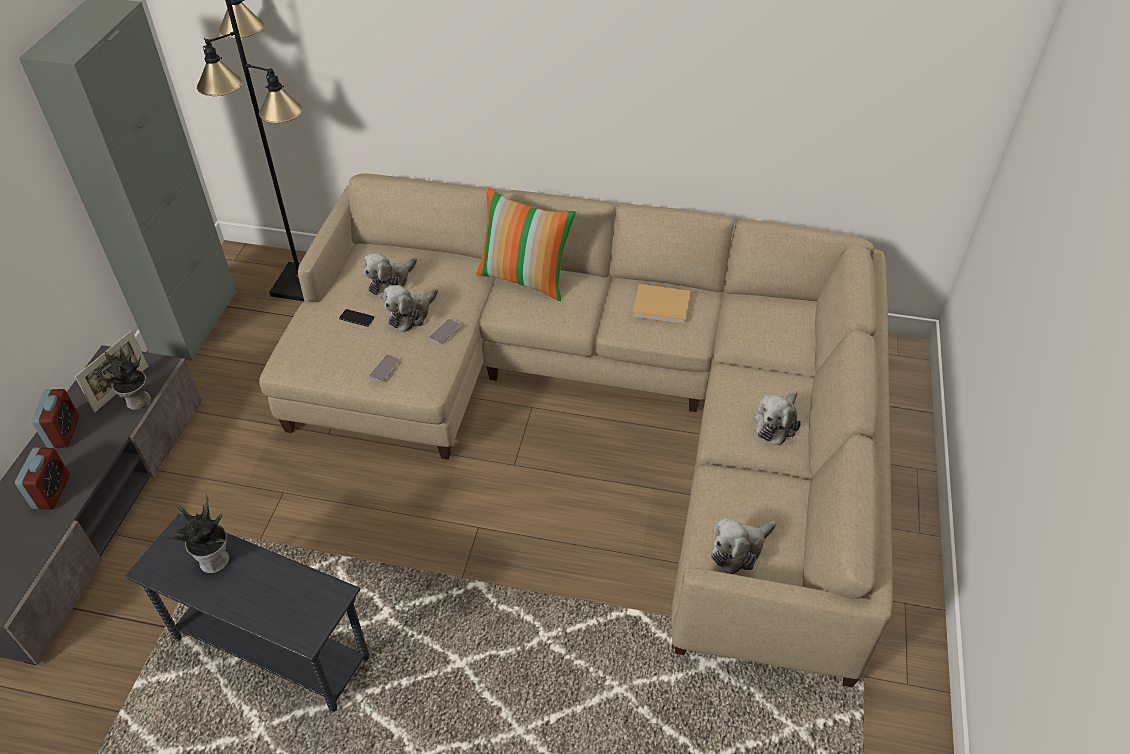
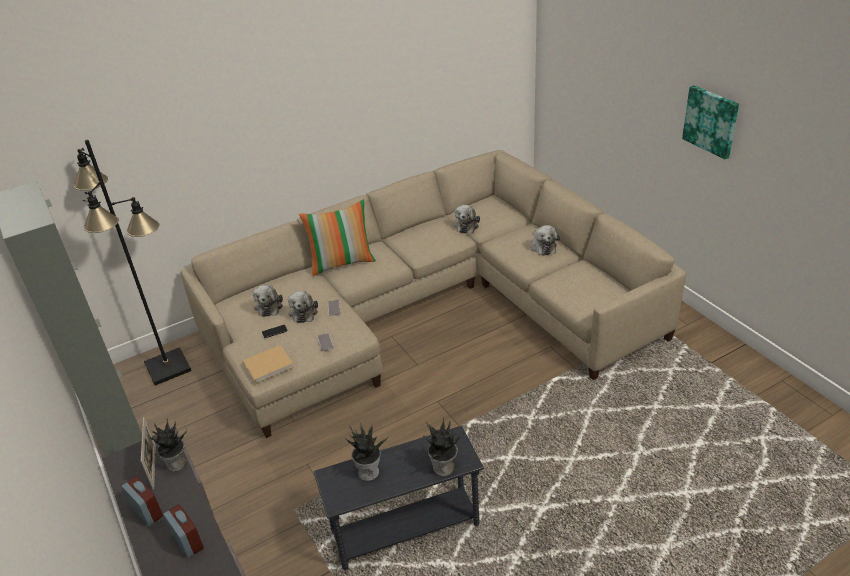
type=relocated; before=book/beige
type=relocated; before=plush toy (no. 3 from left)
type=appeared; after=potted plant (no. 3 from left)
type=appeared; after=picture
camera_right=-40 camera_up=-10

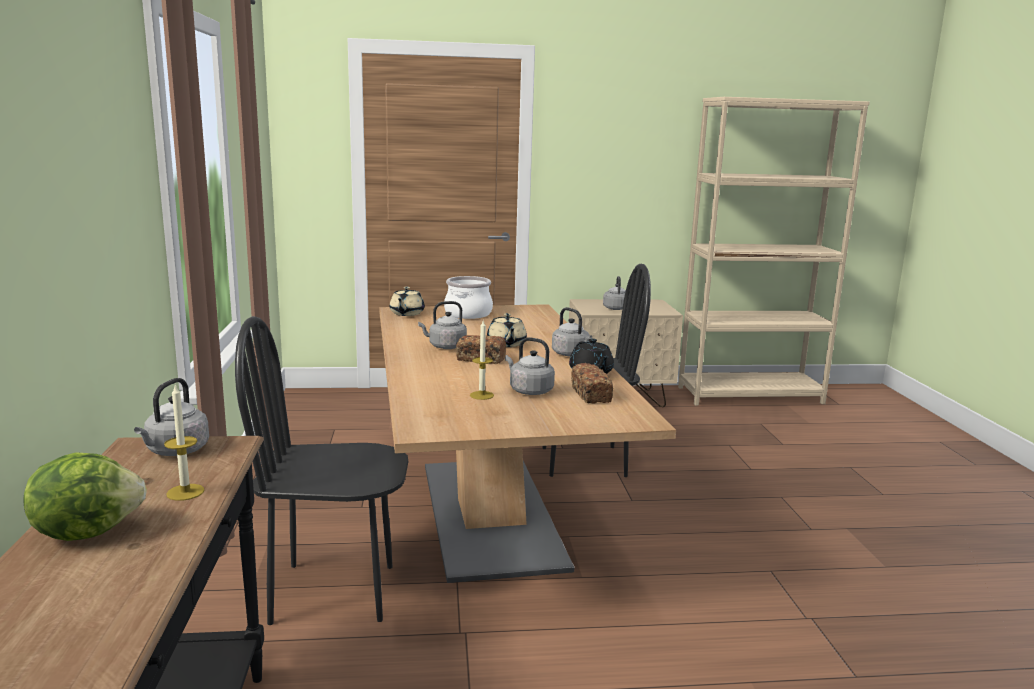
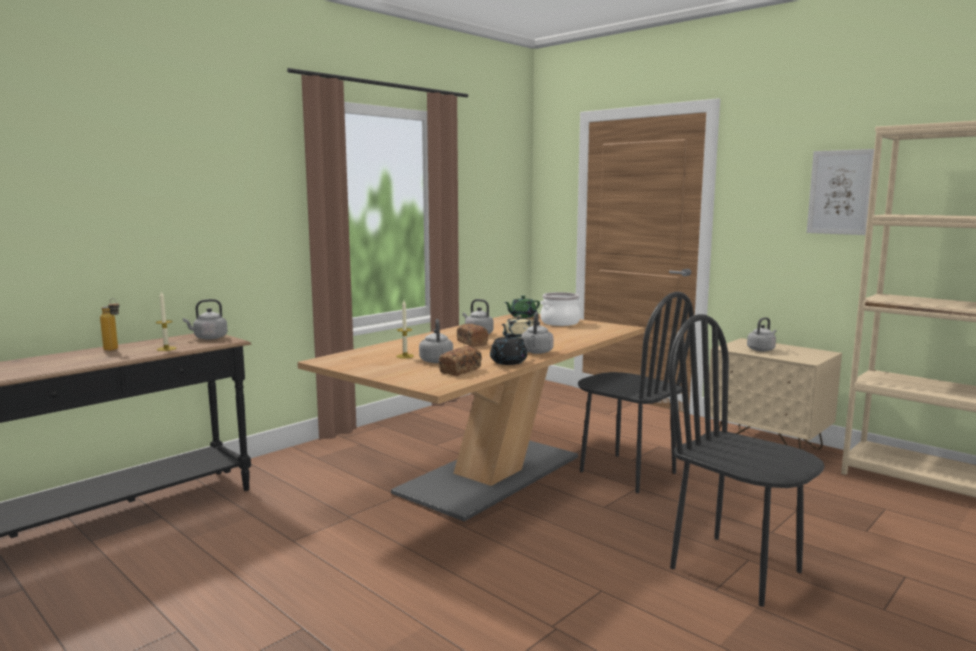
type=exchanged; before=lettuce; after=bottle
type=relocated; before=chair/black (no. 1 from left in the first image); after=chair/black (no. 2 from left)
type=colour; before=teapot/beige (no. 1 from left); after=teapot/green
type=appeared; after=picture
camera_right=50 camera_up=-5

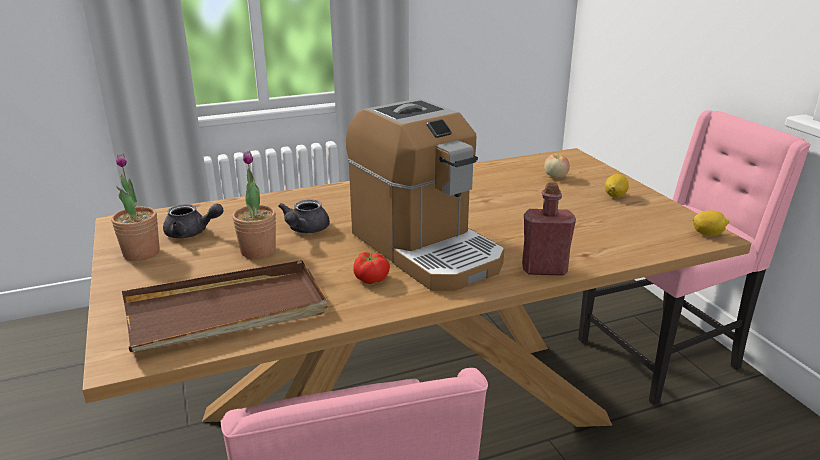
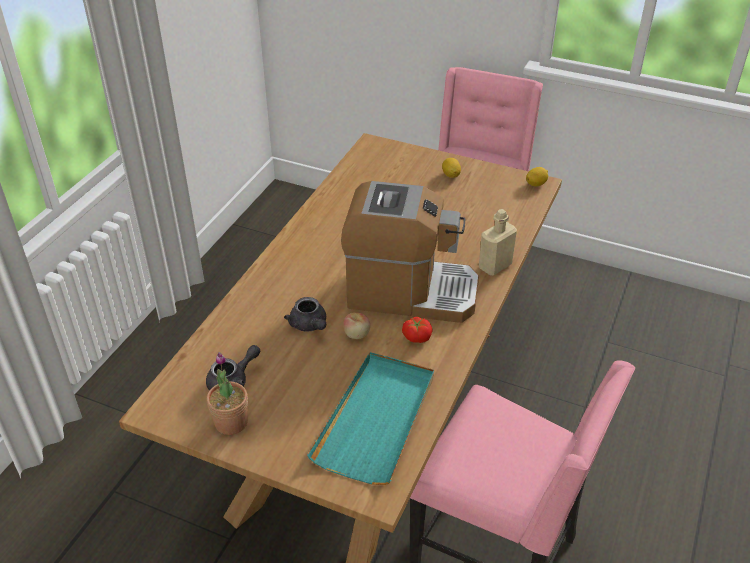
type=colour; before=tray/brown; after=tray/turquoise
type=missing; before=potted plant (no. 2 from left)
type=colour; before=bottle/red; after=bottle/beige
type=relocated; before=apple
camera_right=-45 camera_up=15

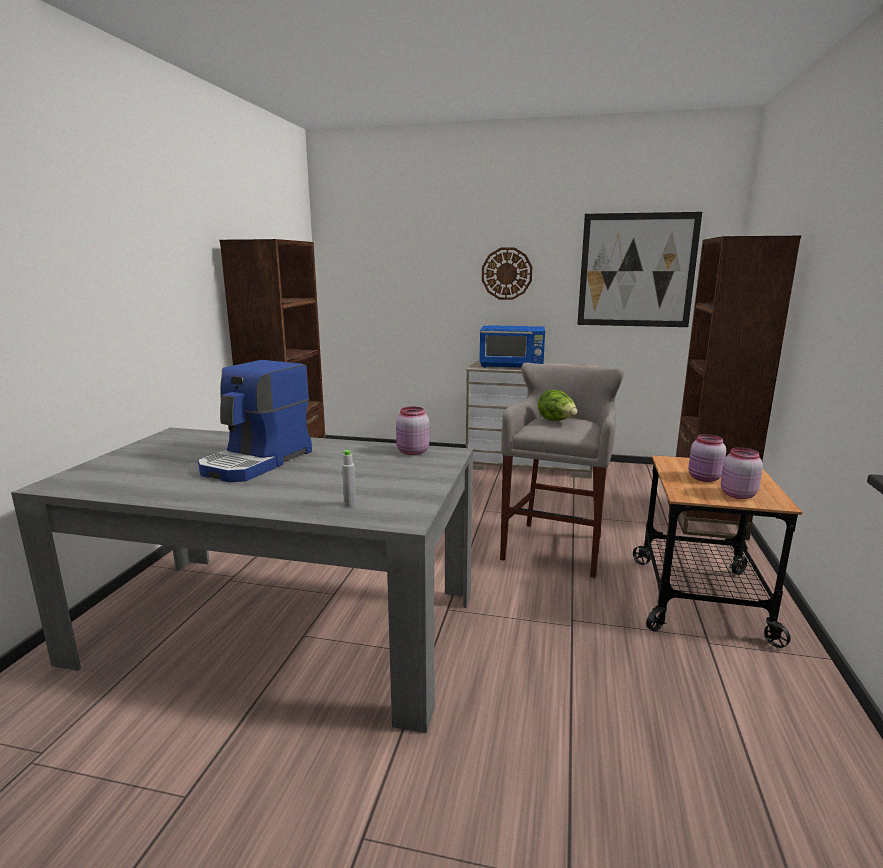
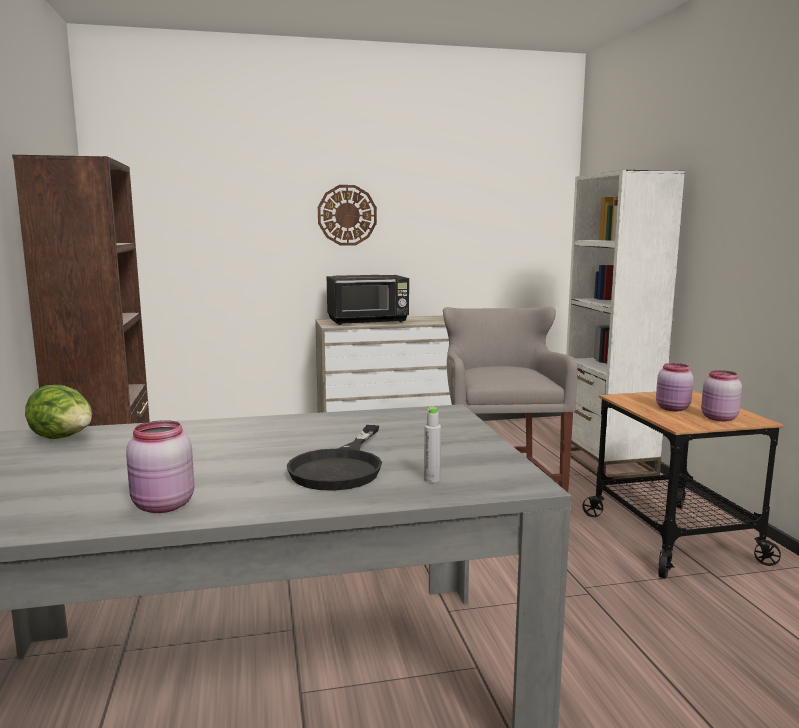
type=missing; before=coffee machine
type=relocated; before=jar/pink (no. 1 from left)
type=colour; before=microwave/blue; after=microwave/black
type=relocated; before=lettuce
type=missing; before=picture
type=colour; before=bookcase/brown (no. 2 from left); after=bookcase/white
type=appeared; after=frying pan/black
camera_right=-25 camera_up=-5

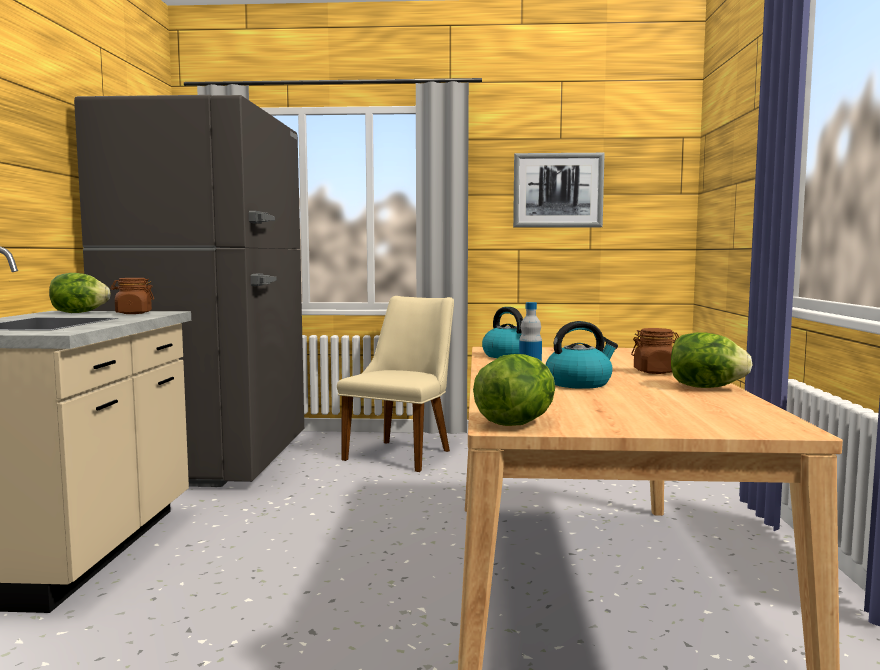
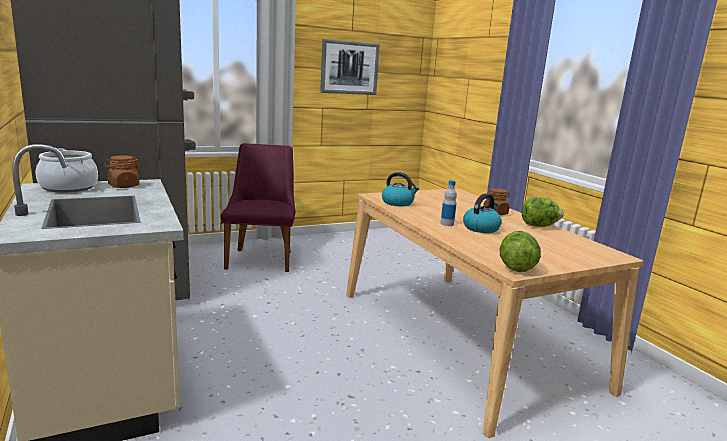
type=exchanged; before=lettuce (no. 1 from left); after=cooking pot
type=colour; before=chair/beige; after=chair/purple
camera_right=-30 camera_up=10

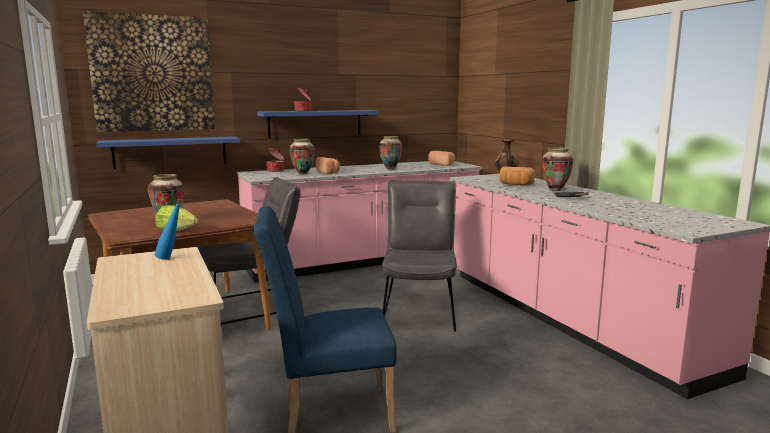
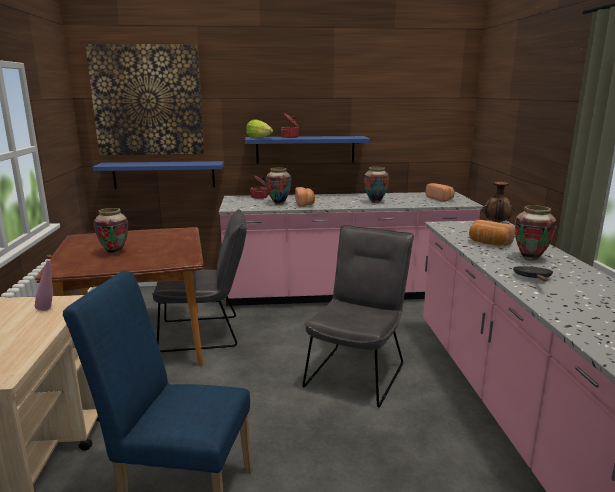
type=colour; before=bottle/blue; after=bottle/pink
type=relocated; before=lettuce
camera_right=20 camera_up=5

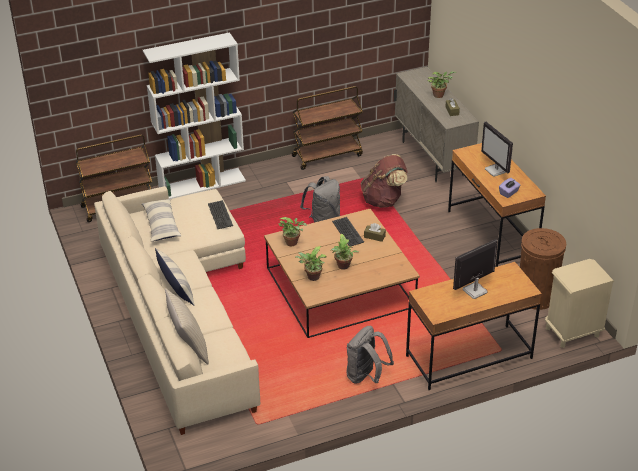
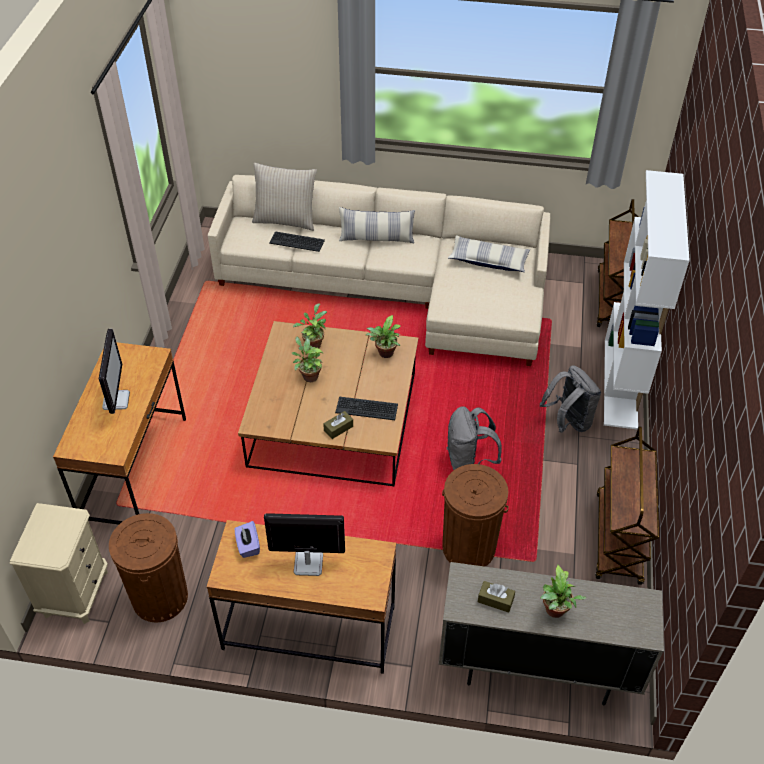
type=relocated; before=keyboard (no. 1 from left)
type=relocated; before=backpack/grey (no. 2 from left)
type=exchanged; before=backpack/brown; after=trash can/brown (no. 2 from left)
camera_right=120 camera_up=10

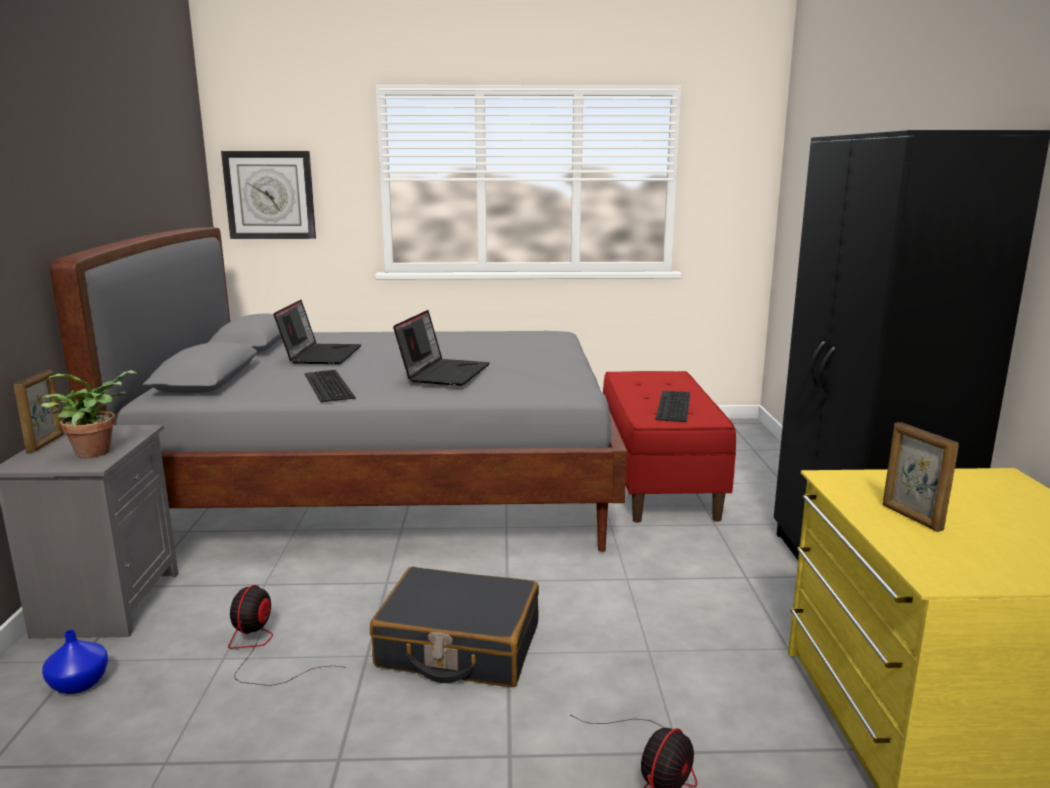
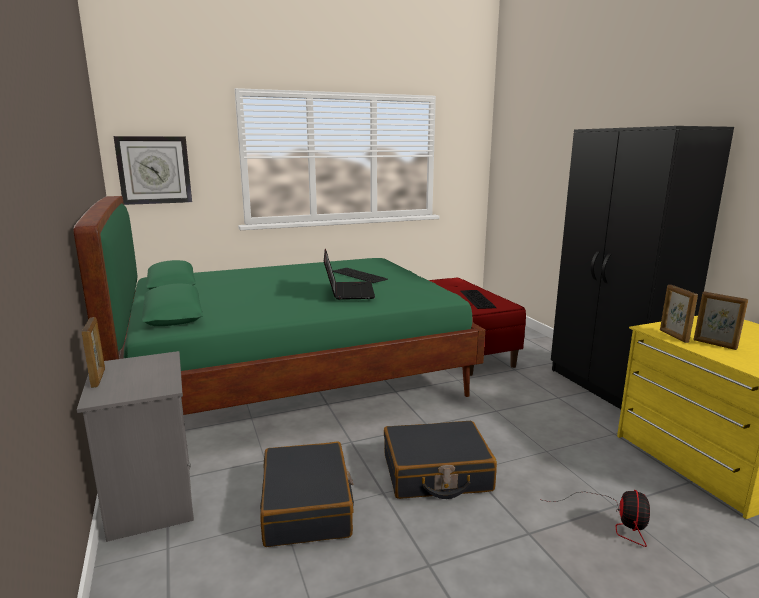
type=missing; before=potted plant
type=missing; before=vase/blue
type=colour; before=bed/grey; after=bed/green
type=exchanged; before=fan (no. 1 from left); after=suitcase/black (no. 1 from left)
type=missing; before=laptop (no. 1 from left)
type=relocated; before=keyboard (no. 1 from left)
type=appeared; after=picture frame (no. 2 from left)
camera_right=-20 camera_up=0

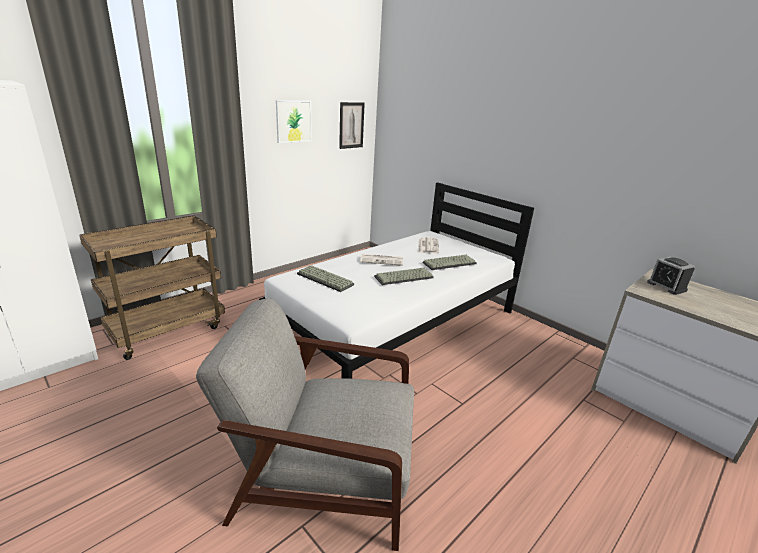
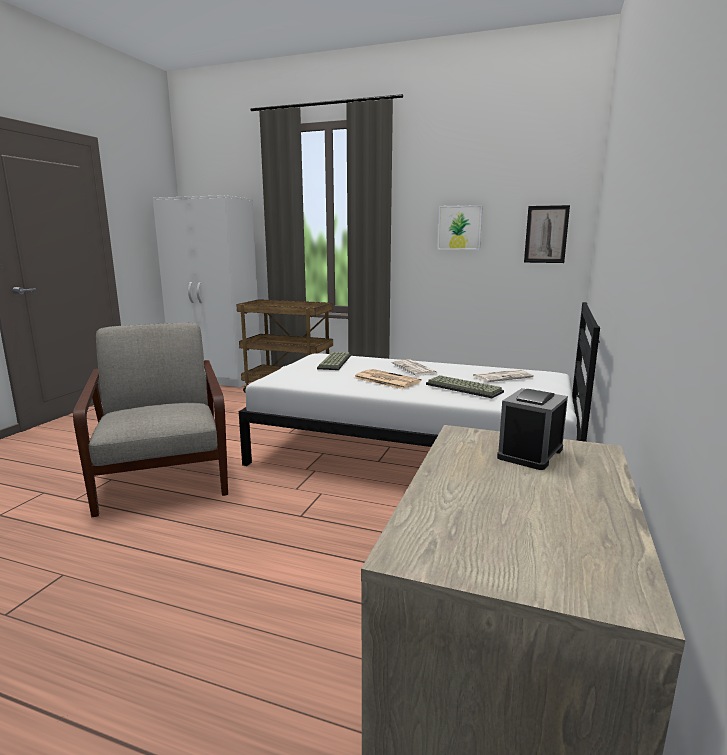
type=exchanged; before=keyboard (no. 2 from left); after=newspaper (no. 1 from left)
camera_right=65 camera_up=-10

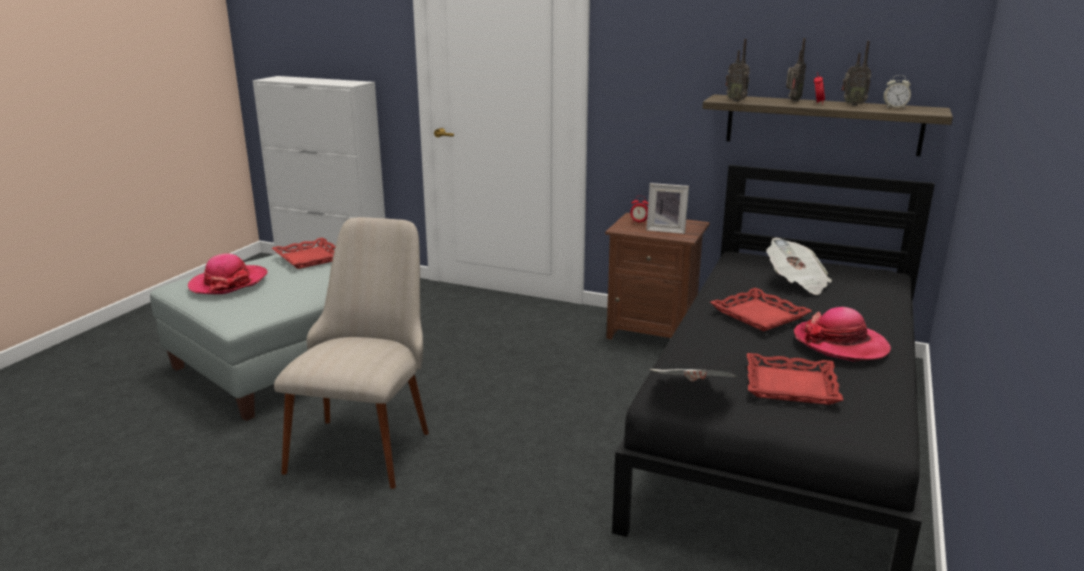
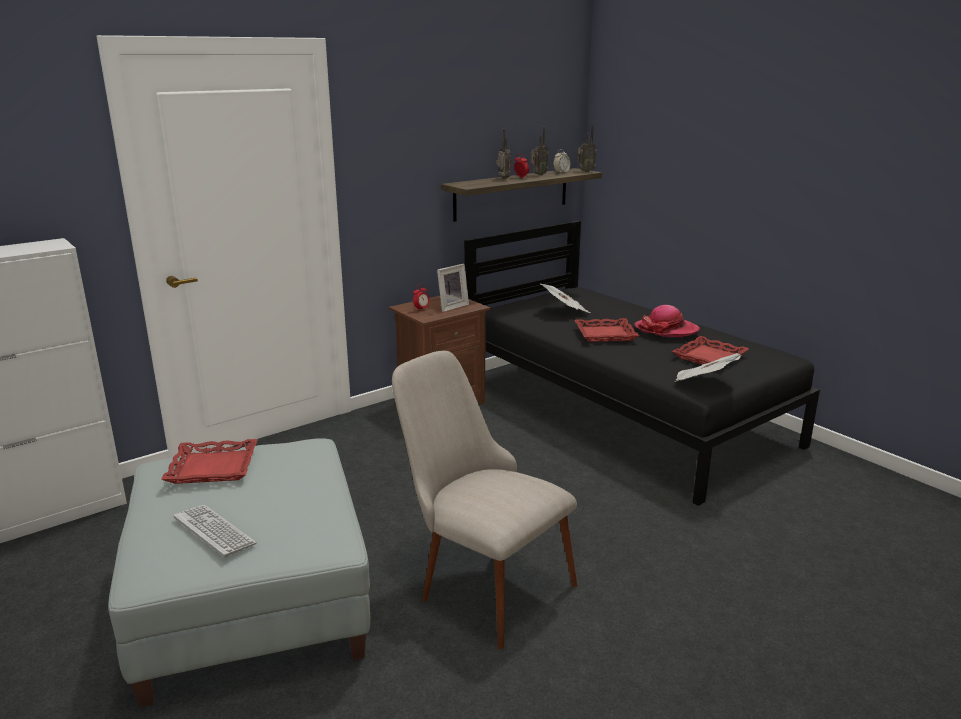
type=exchanged; before=hat (no. 1 from left); after=keyboard
type=relocated; before=radio (no. 1 from left in the first image); after=radio (no. 3 from left)
camera_right=-60 camera_up=0

